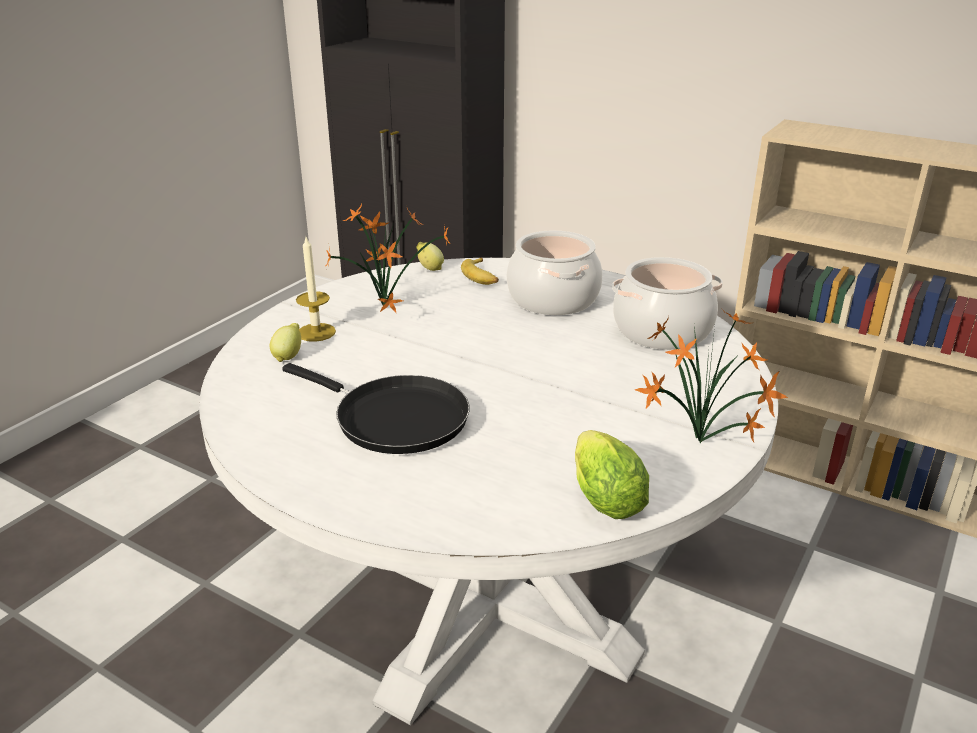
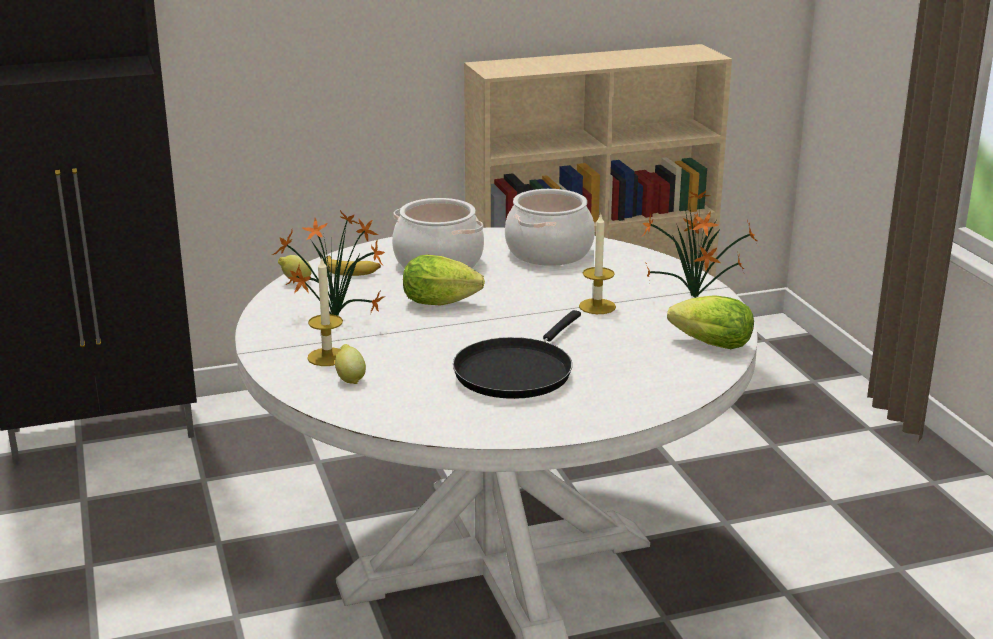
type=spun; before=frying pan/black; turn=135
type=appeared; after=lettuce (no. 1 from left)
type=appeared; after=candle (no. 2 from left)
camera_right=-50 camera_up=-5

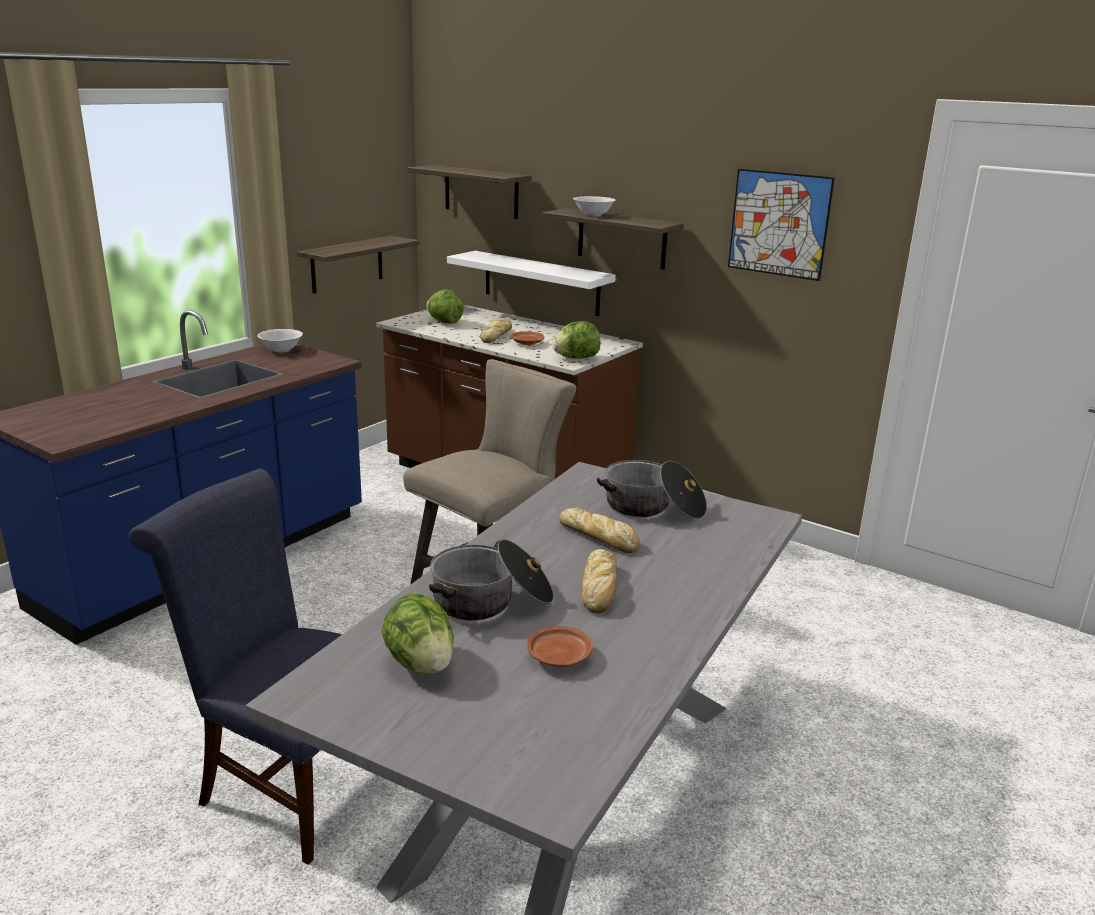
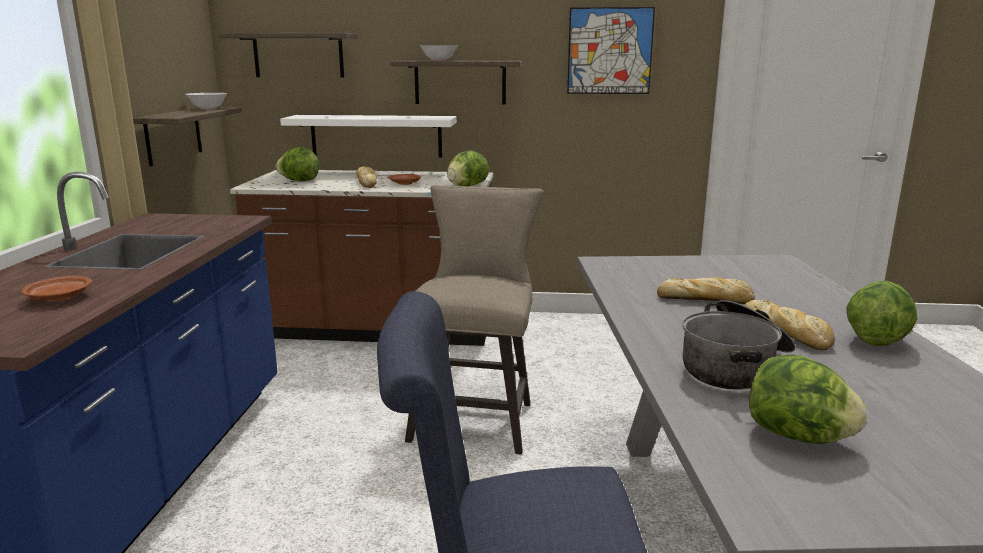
type=relocated; before=bowl/white (no. 1 from left)
type=relocated; before=plate/brown (no. 2 from left in the first image); after=plate/brown (no. 1 from left)
type=missing; before=cooking pot (no. 2 from left)
type=appeared; after=lettuce (no. 4 from left)
camera_right=-30 camera_up=-5

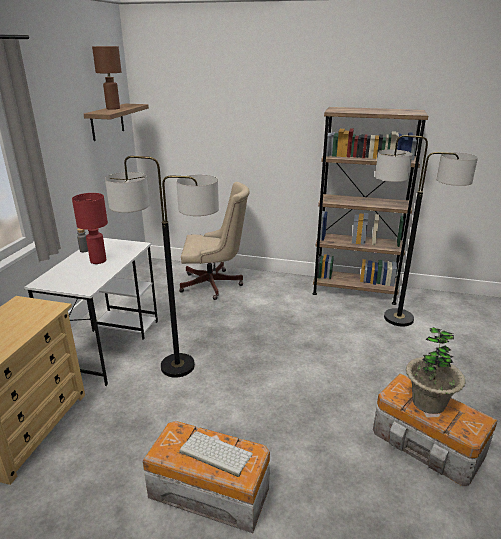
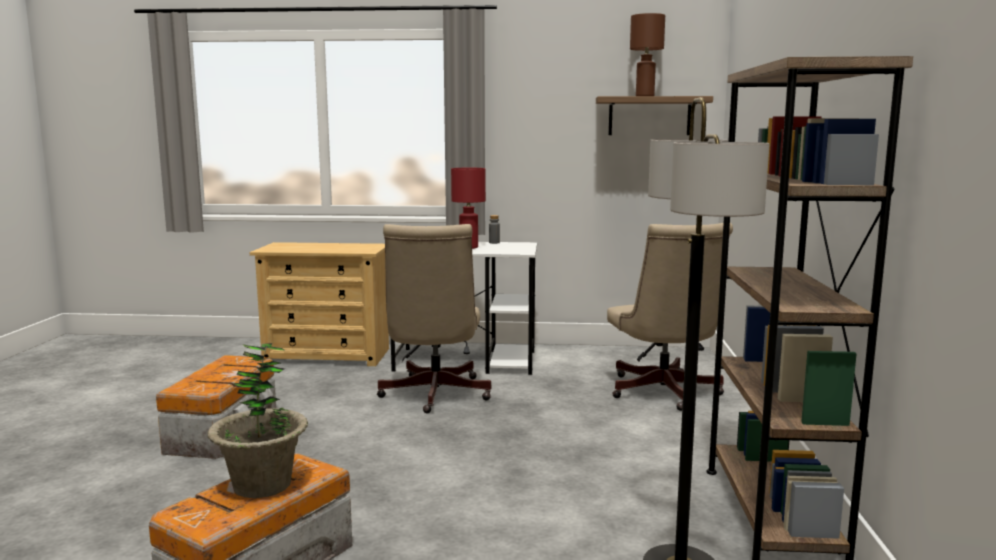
type=exchanged; before=floor lamp (no. 1 from left); after=office chair/beige (no. 1 from left)
type=missing; before=keyboard
camera_right=80 camera_up=-15

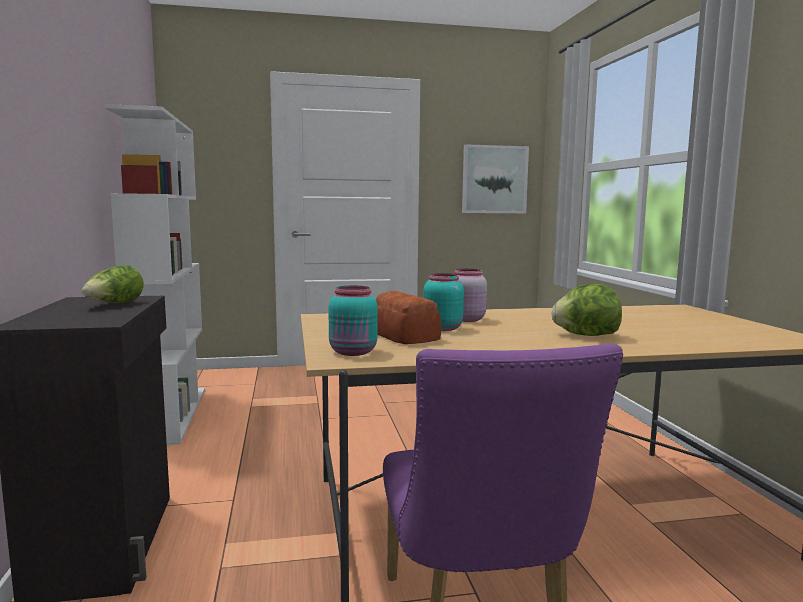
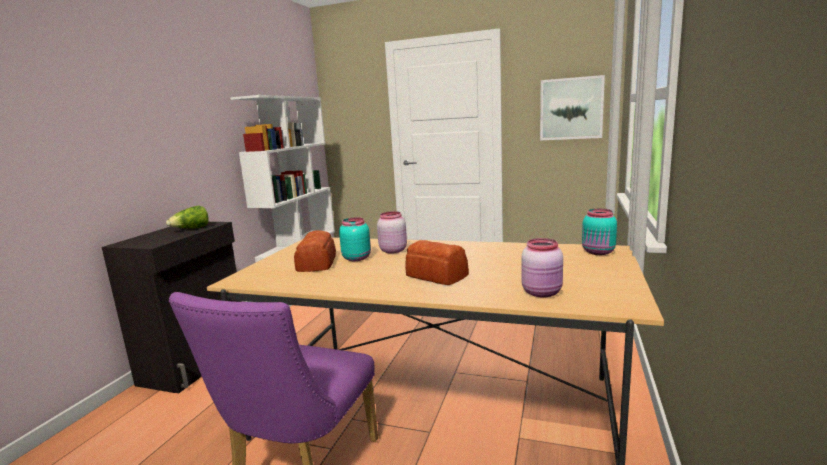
type=relocated; before=jar/turquoise (no. 1 from left in the first image); after=jar/turquoise (no. 2 from left)
type=exchanged; before=lettuce (no. 2 from left); after=bread (no. 2 from left)
type=appeared; after=jar/pink (no. 2 from left)
camera_right=30 camera_up=5

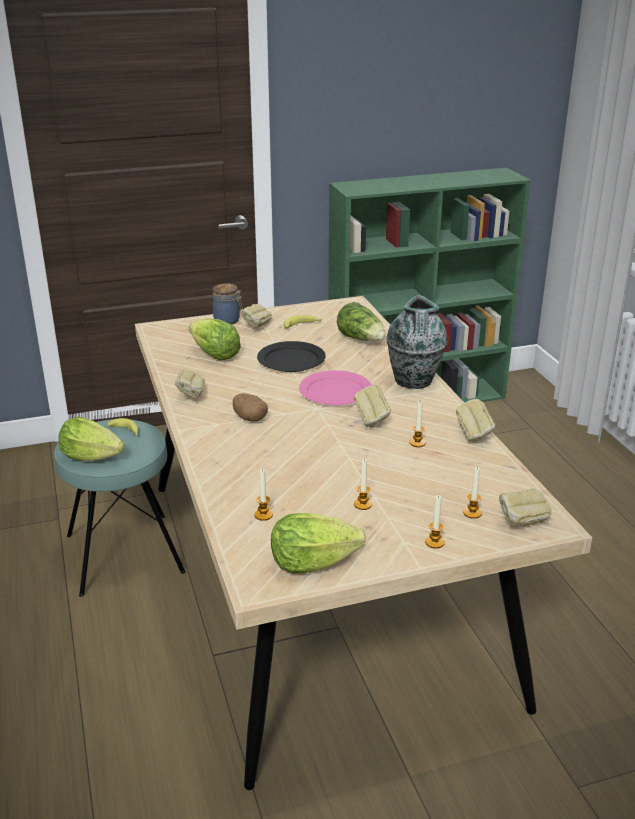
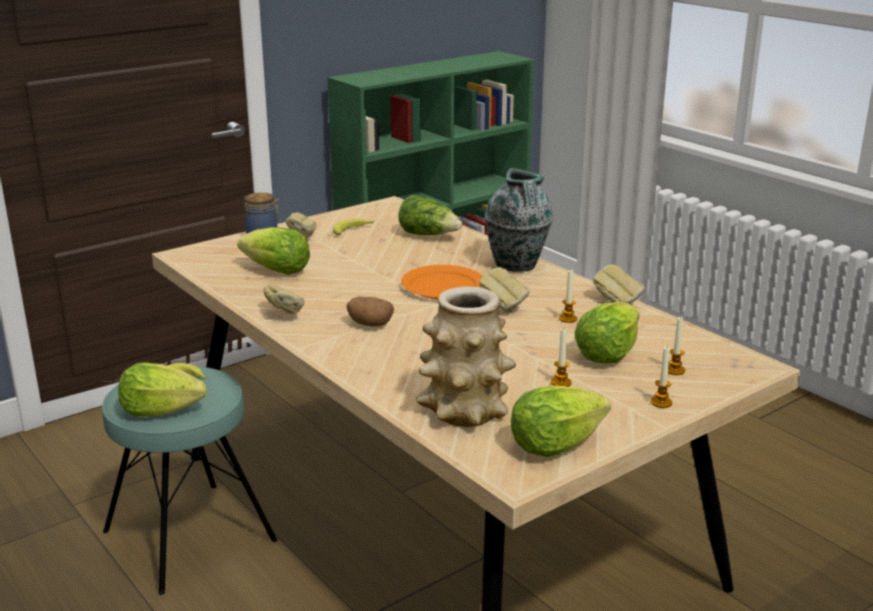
type=exchanged; before=candle (no. 1 from left); after=vase (no. 1 from left)
type=missing; before=plate/black
type=colour; before=plate/pink; after=plate/orange
type=missing; before=bread (no. 5 from left)
type=appeared; after=lettuce (no. 5 from left)
camera_right=-20 camera_up=-5

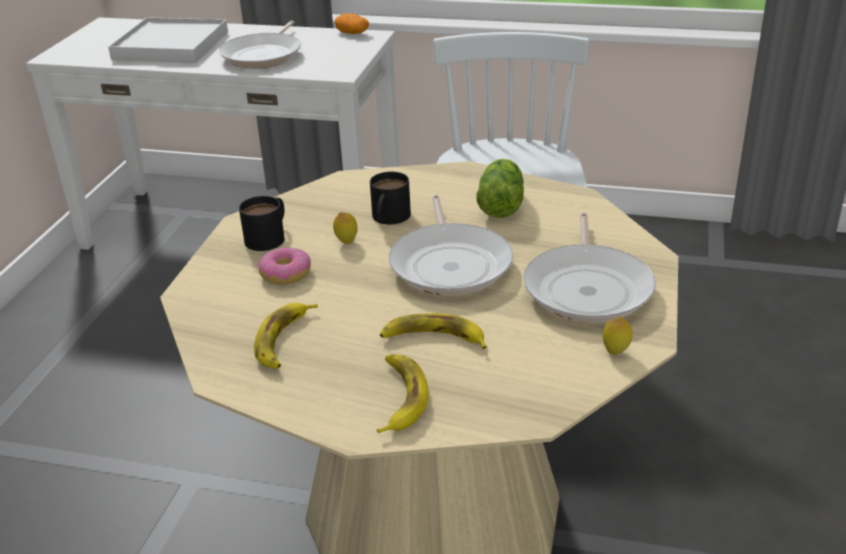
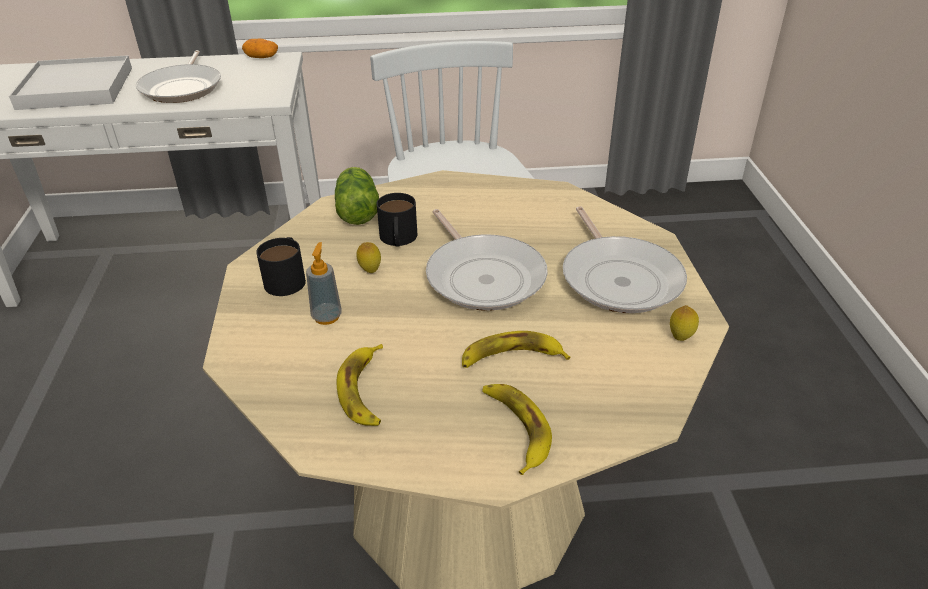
type=exchanged; before=donut; after=soap dispenser
type=relocated; before=lettuce
camera_right=-20 camera_up=5

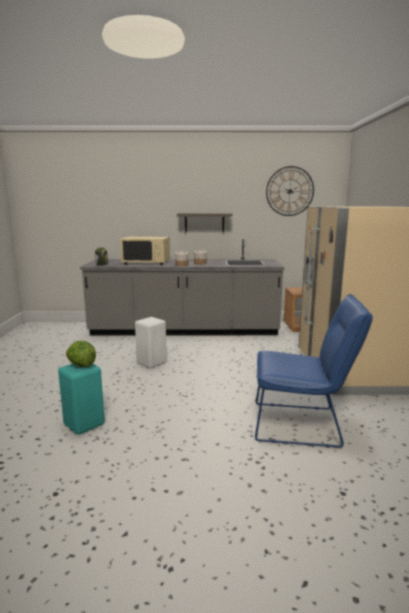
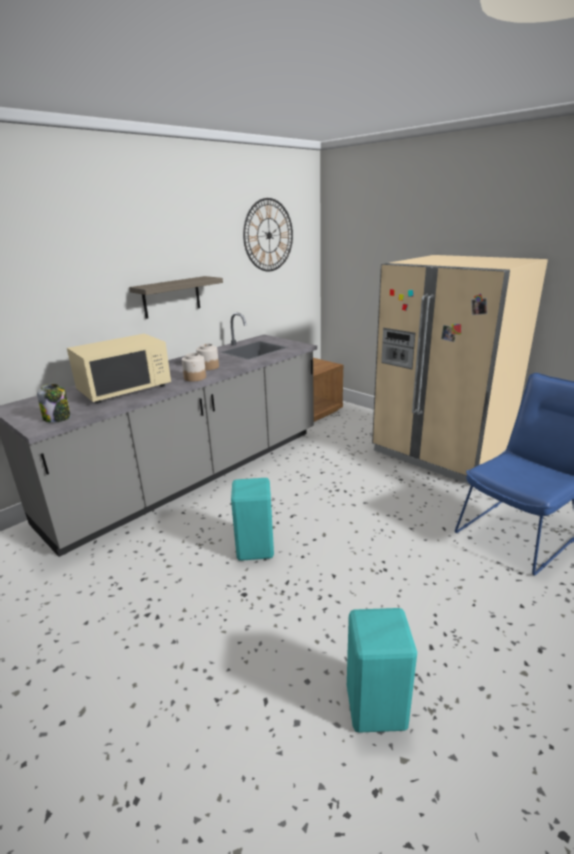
type=missing; before=lettuce
type=colour; before=stool/white; after=stool/turquoise (no. 1 from left)
camera_right=-45 camera_up=10

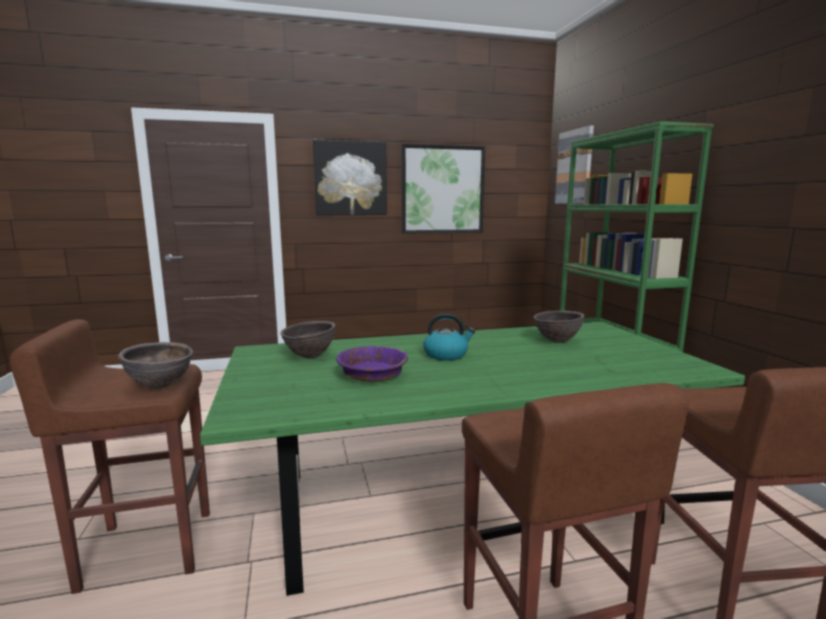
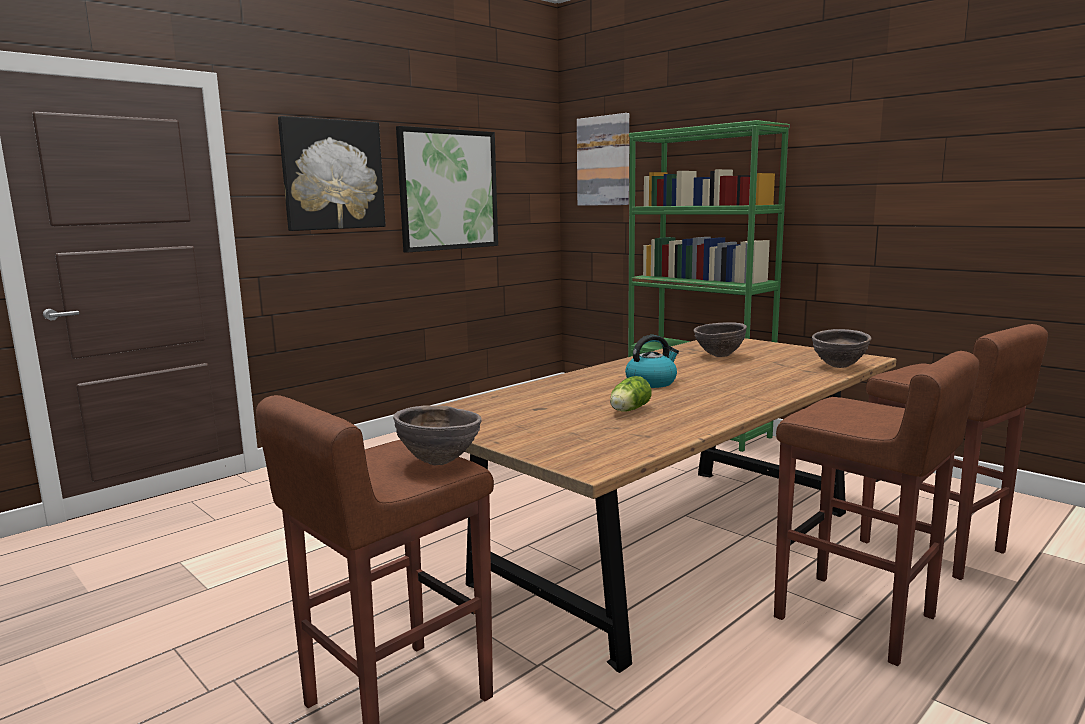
type=colour; before=dining table/green; after=dining table/brown
type=relocated; before=bowl/brown (no. 2 from left in the first image); after=bowl/brown (no. 3 from left)
type=exchanged; before=bowl/purple; after=lettuce
camera_right=-30 camera_up=0

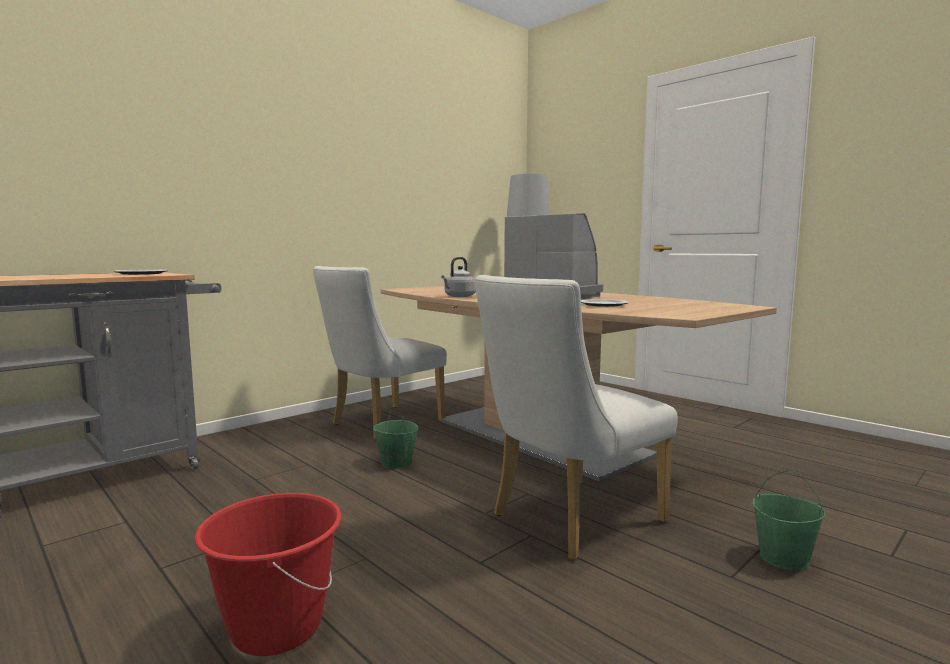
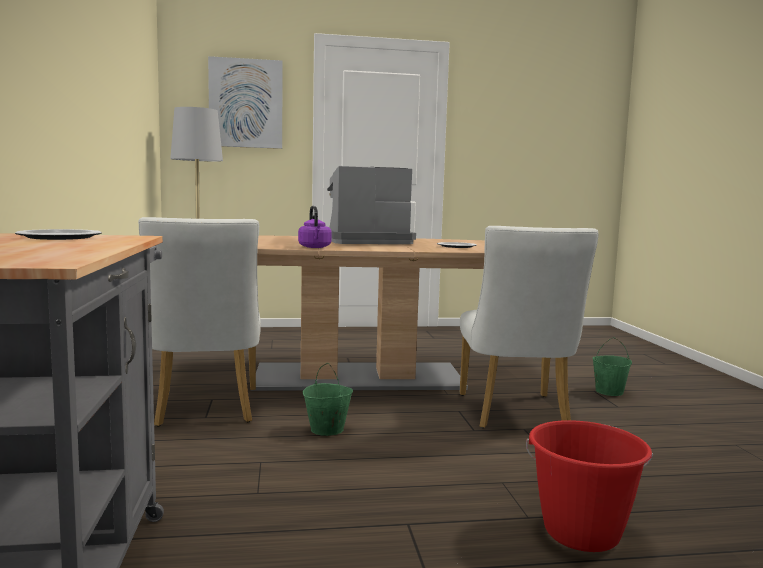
type=colour; before=kettle/grey; after=kettle/purple
type=appeared; after=picture
camera_right=-55 camera_up=0

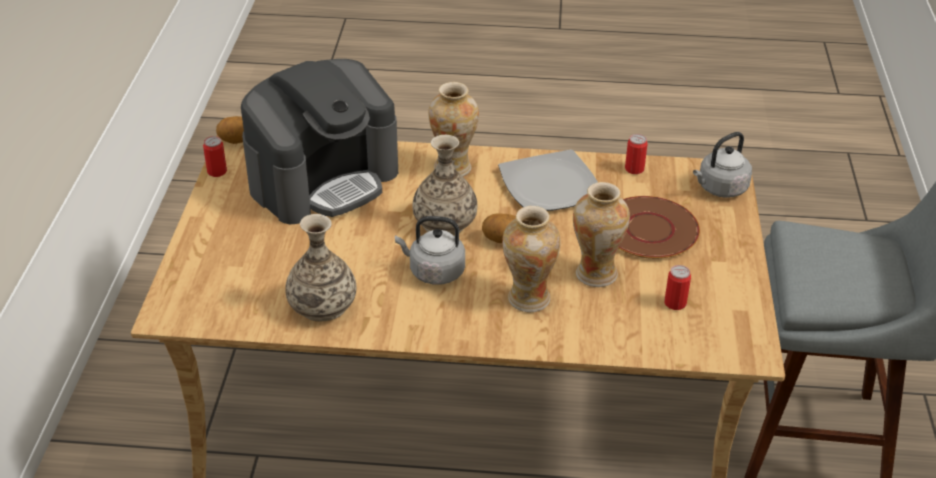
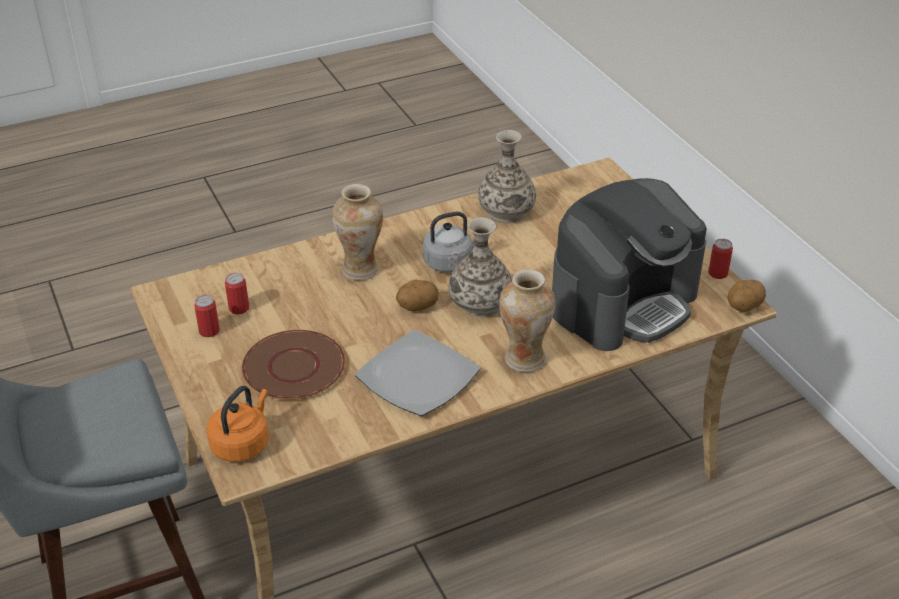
type=spun; before=coffee machine; turn=-150
type=missing; before=vase (no. 5 from left)
type=relocated; before=can (no. 2 from left in the first image); after=can (no. 1 from left)
type=colour; before=kettle/grey (no. 2 from left); after=kettle/orange
camera_right=150 camera_up=0

